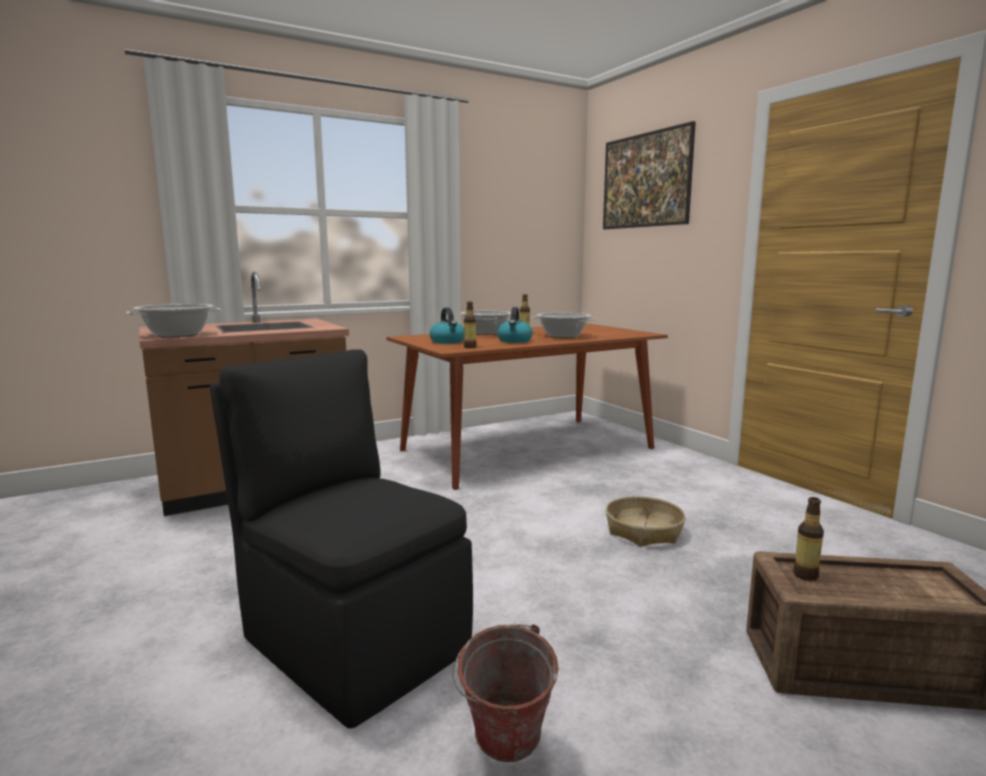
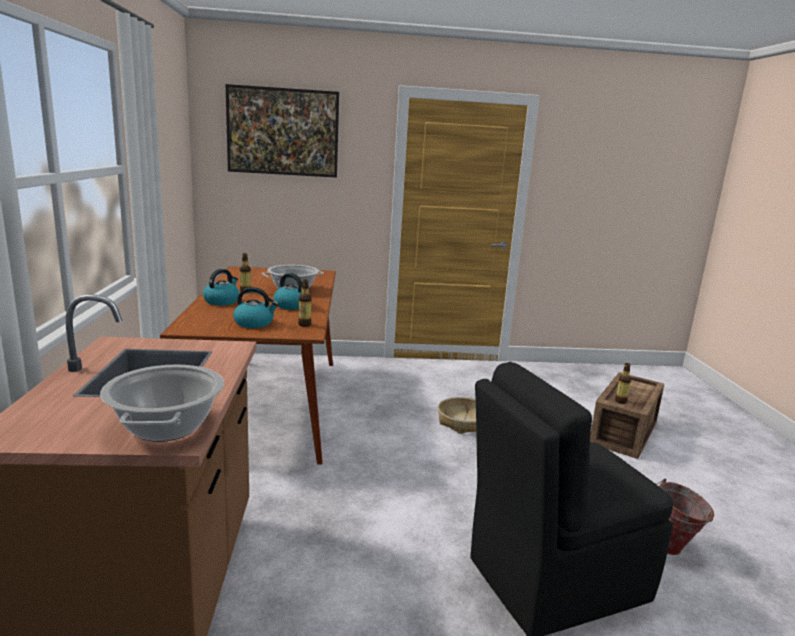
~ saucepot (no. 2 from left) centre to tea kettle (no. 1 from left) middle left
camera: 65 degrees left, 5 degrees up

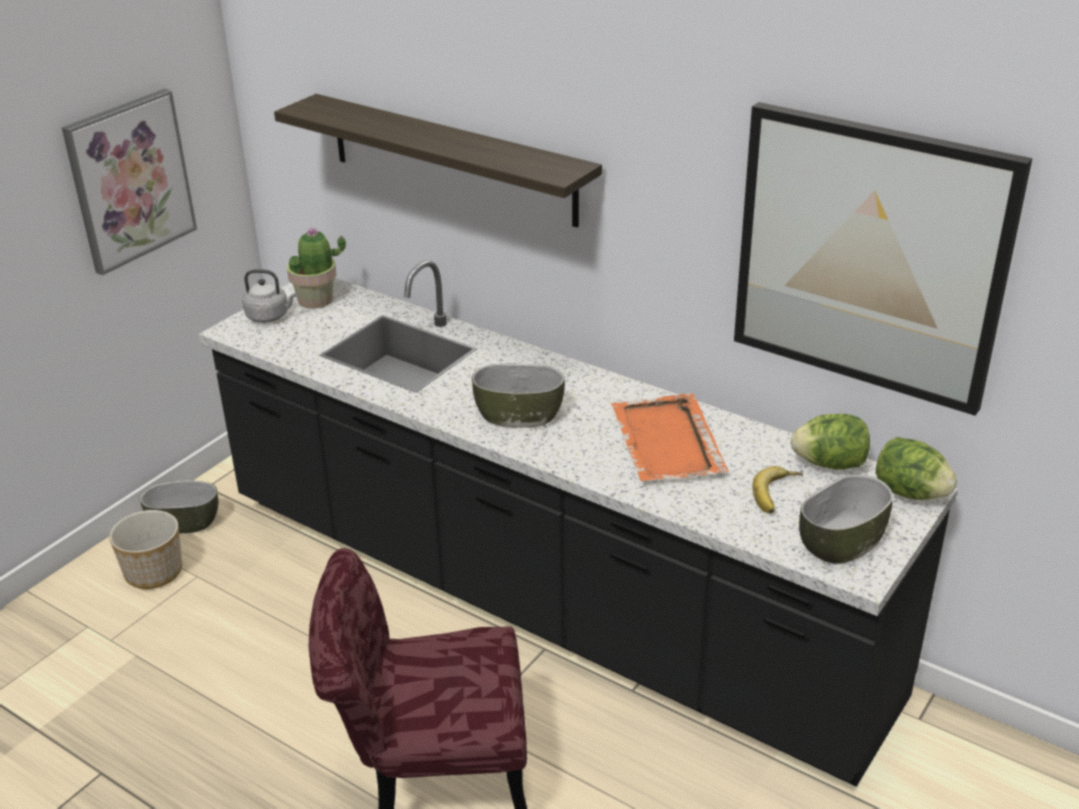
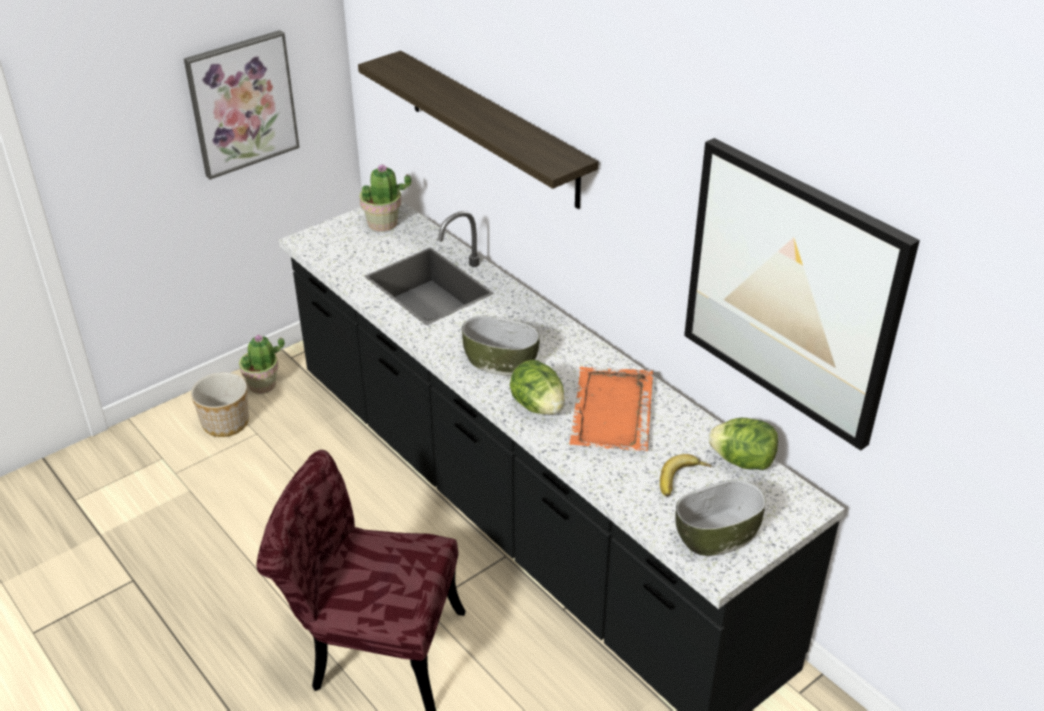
~ deep dish (no. 1 from left) middle left to potted plant (no. 1 from left) middle left
- grey tea kettle middle left
~ lettuce (no. 2 from left in the first image) middle right to lettuce (no. 1 from left) centre
camera: 15 degrees right, 5 degrees up

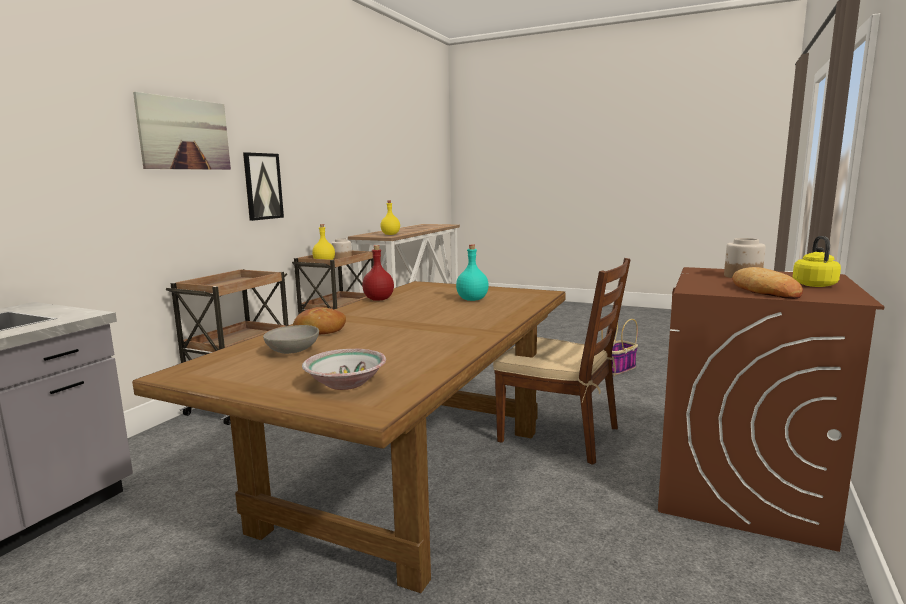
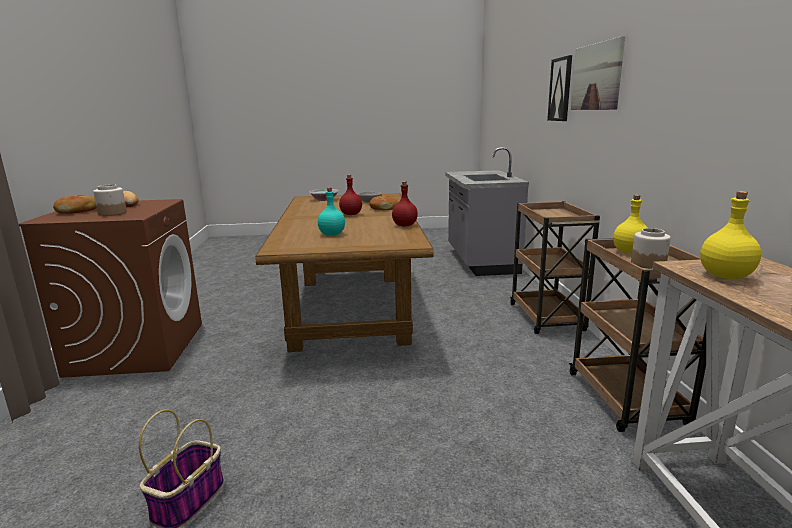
~ wall art (no. 2 from left in the first image) top left to wall art (no. 1 from left) top right
- brown upright chair centre
~ yellow tea kettle middle right to bakery bread (no. 1 from left) middle left
+ red bottle (no. 1 from left) centre
camera: 150 degrees right, 5 degrees up

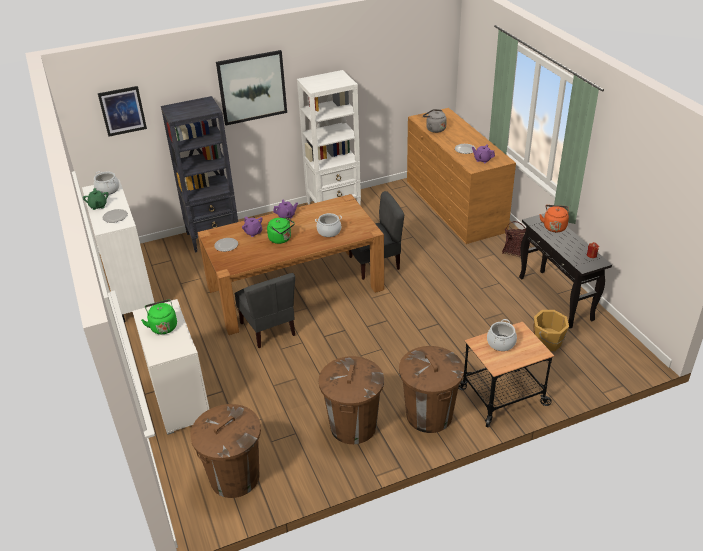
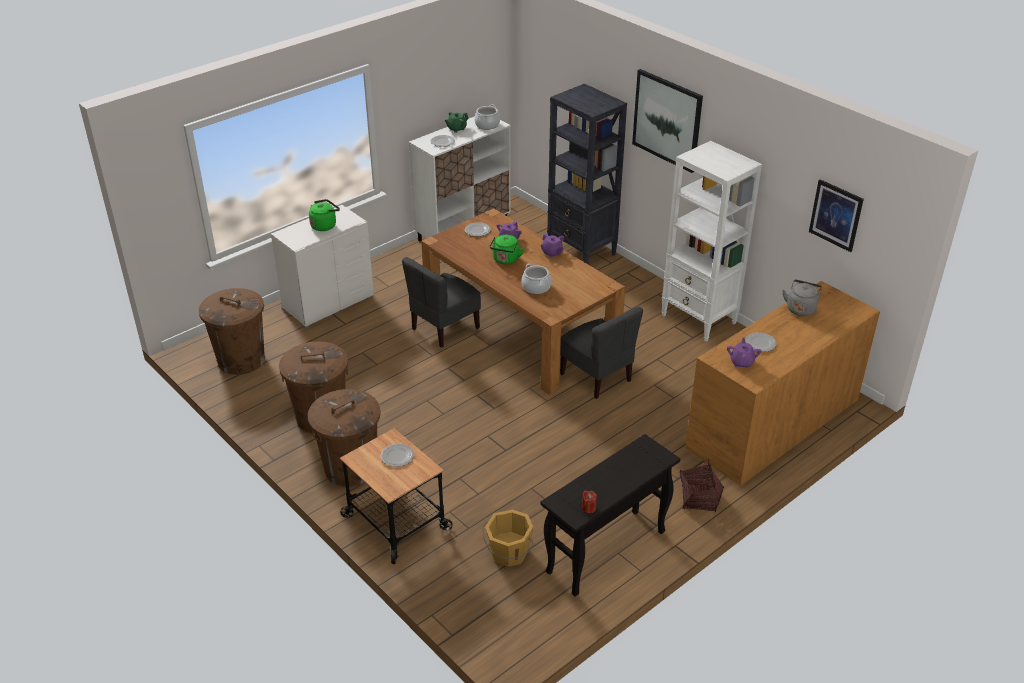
~ wall art (no. 1 from left in the first image) top left to wall art (no. 2 from left) top right
~ saucepot (no. 3 from left) middle right to dinner plate (no. 1 from left) centre
- orangey tea kettle middle right
camera: 70 degrees right, 0 degrees up

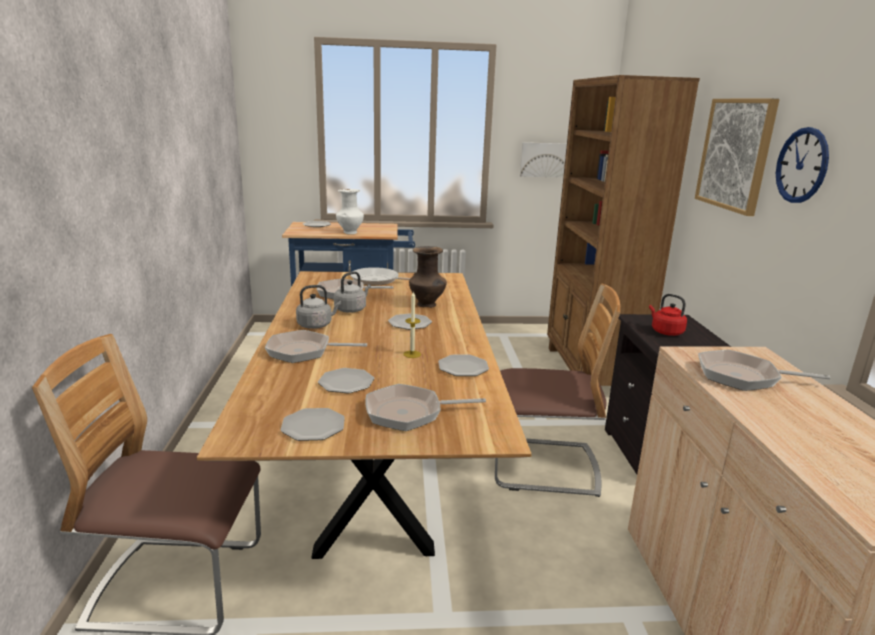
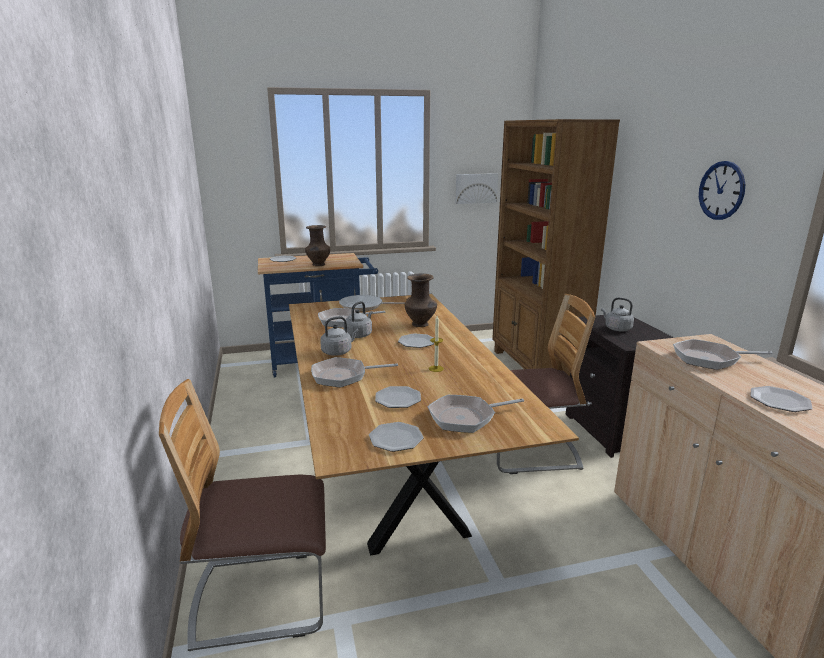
~ white flower vase top centre to brown flower vase (no. 1 from left) centre
~ dinner plate (no. 5 from left) centre to middle right
~ red tea kettle middle right to grey tea kettle (no. 3 from left) middle right
- wall art (no. 2 from left) top right
camera: 10 degrees left, 0 degrees up

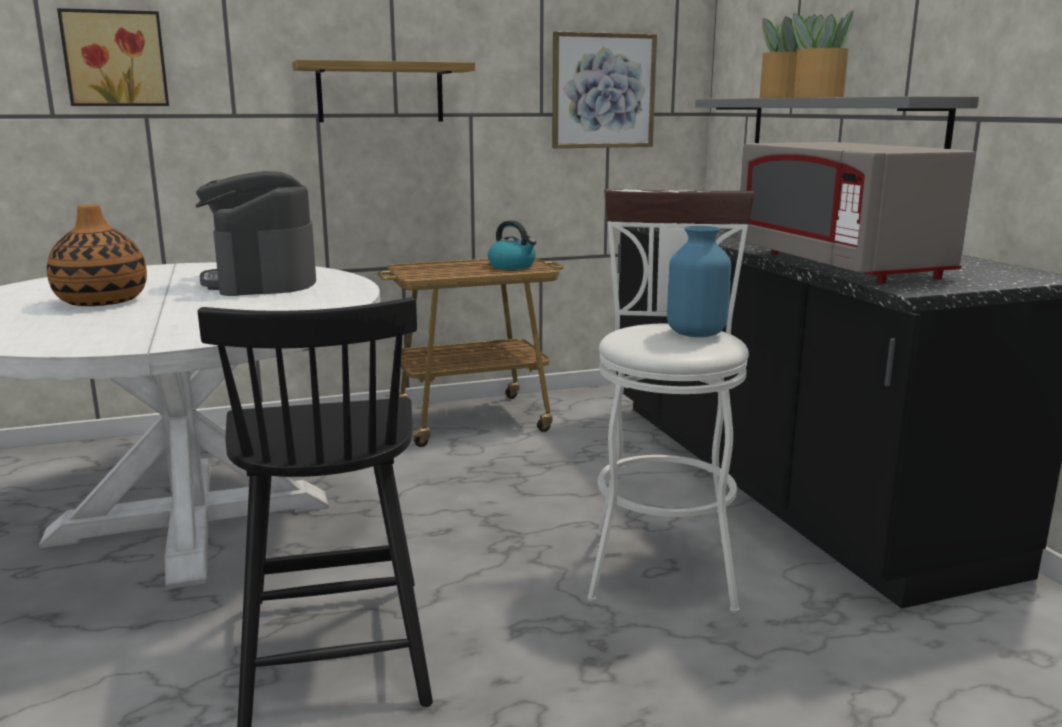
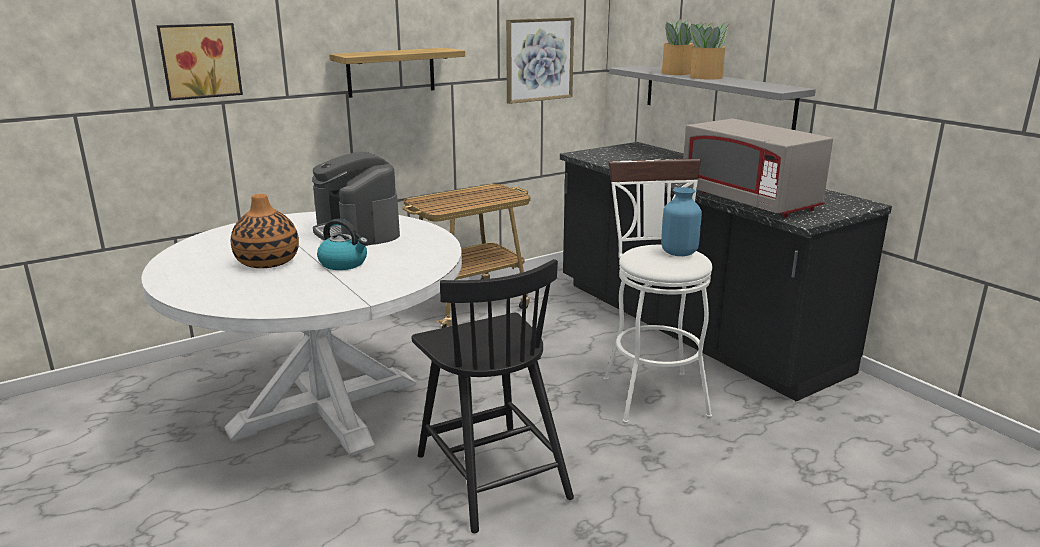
~ tea kettle centre to middle left
camera: 15 degrees left, 5 degrees up

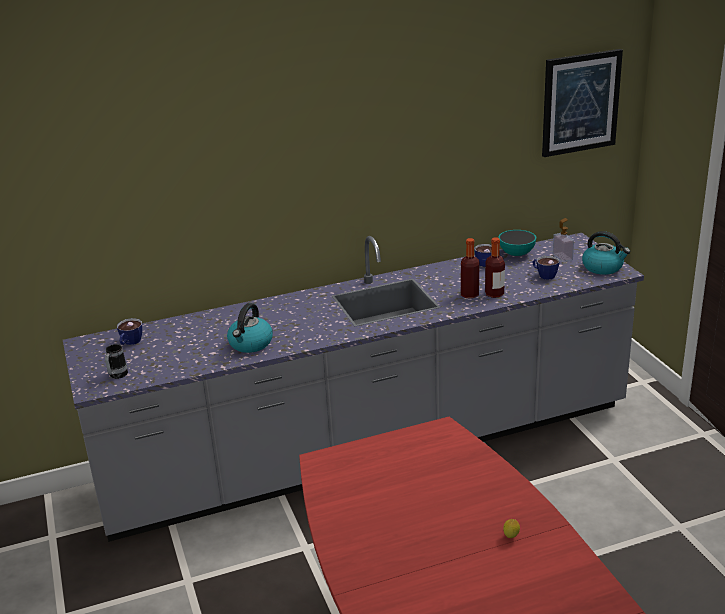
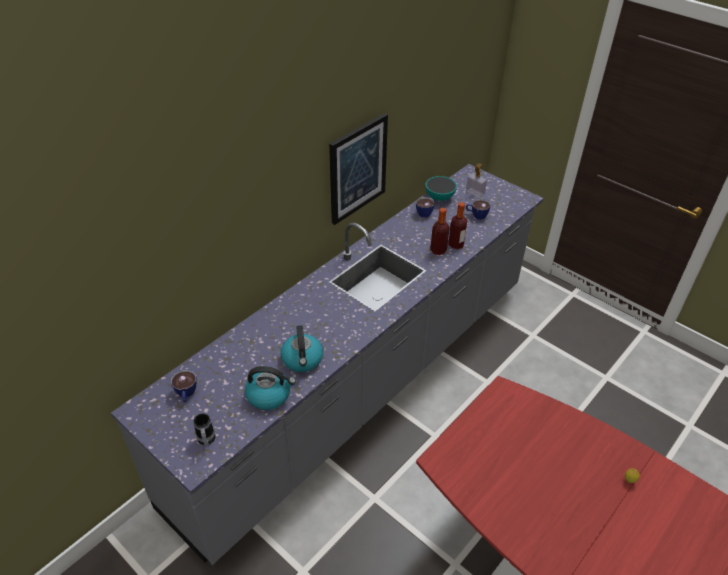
~ wall art top right to top centre
~ tea kettle (no. 2 from left in the first image) middle right to tea kettle (no. 1 from left) bottom centre
camera: 30 degrees left, 15 degrees up

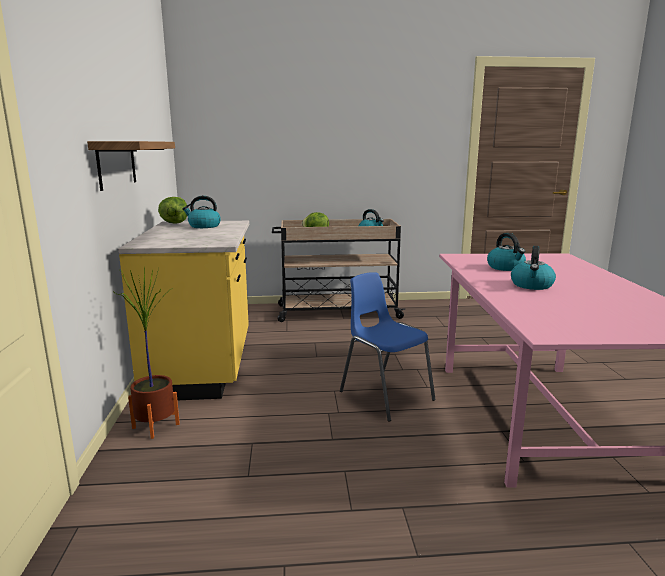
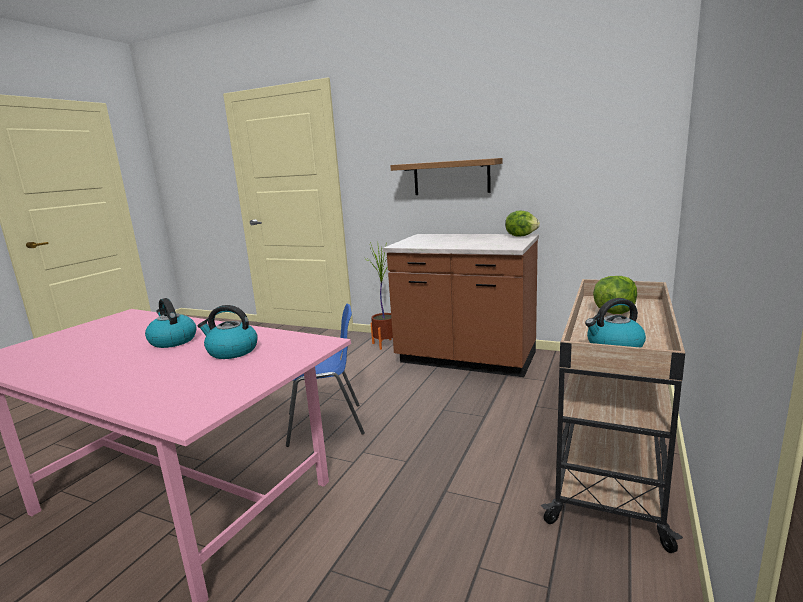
~ yellow kitchen counter middle left to brown kitchen counter centre
- tea kettle (no. 1 from left) middle left
camera: 120 degrees right, 0 degrees up

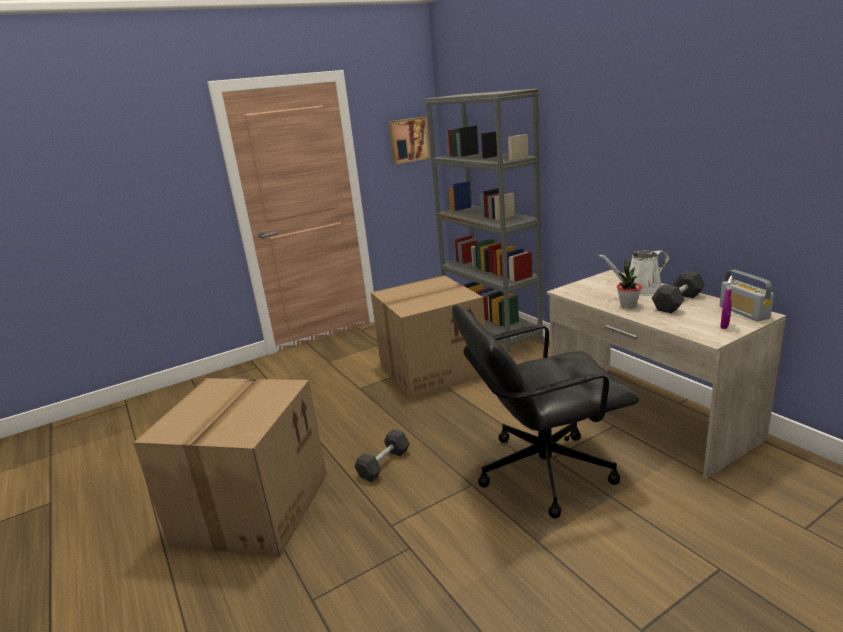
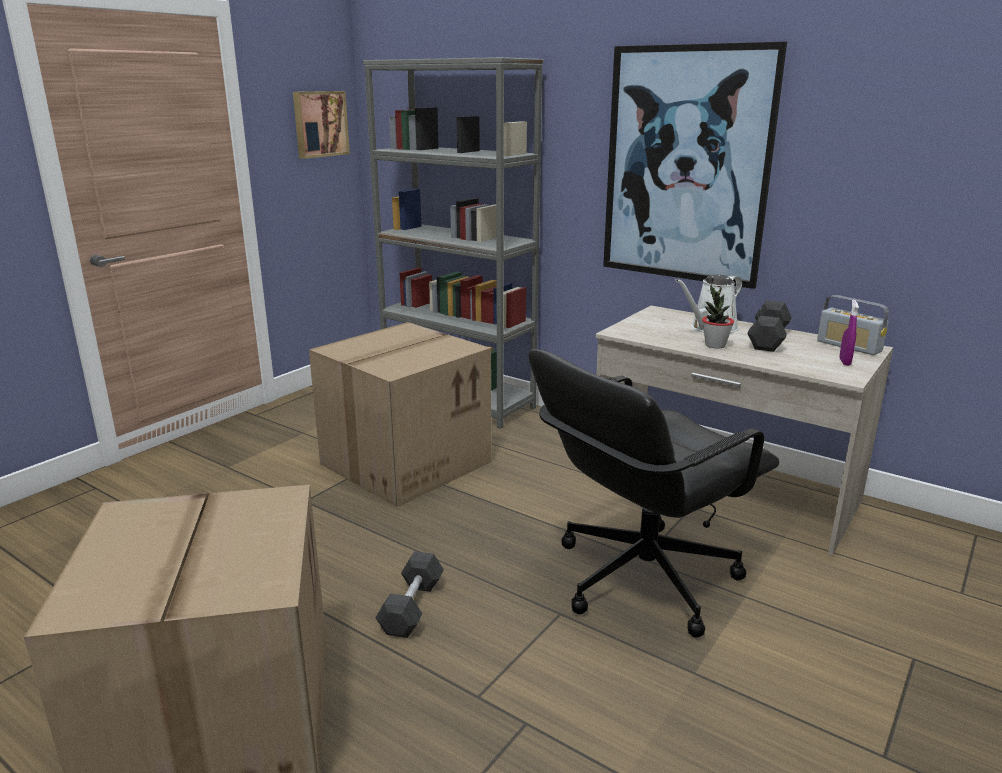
+ wall art (no. 2 from left) top right
camera: 25 degrees left, 0 degrees up

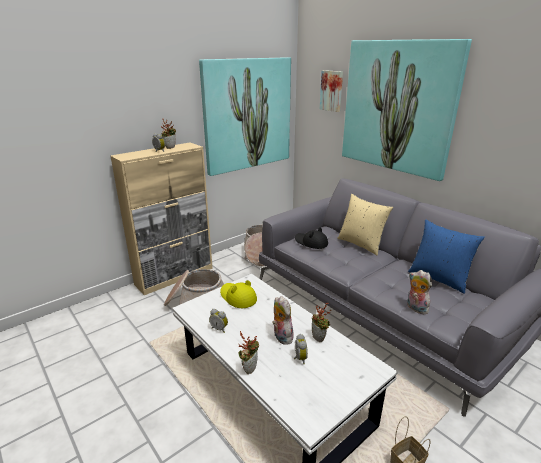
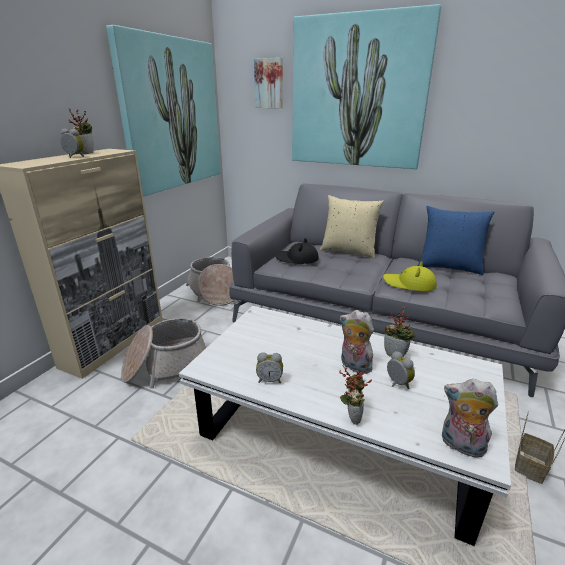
~ yellow hat centre to middle right
~ plush toy (no. 2 from left) middle right to bottom right
camera: 25 degrees left, 0 degrees up

